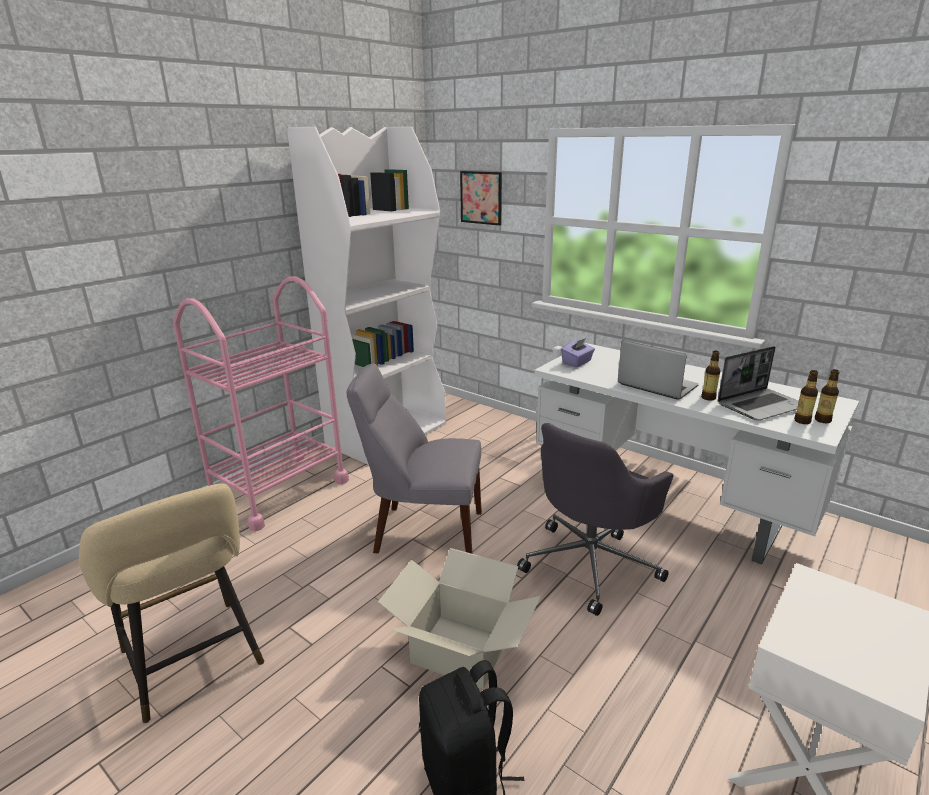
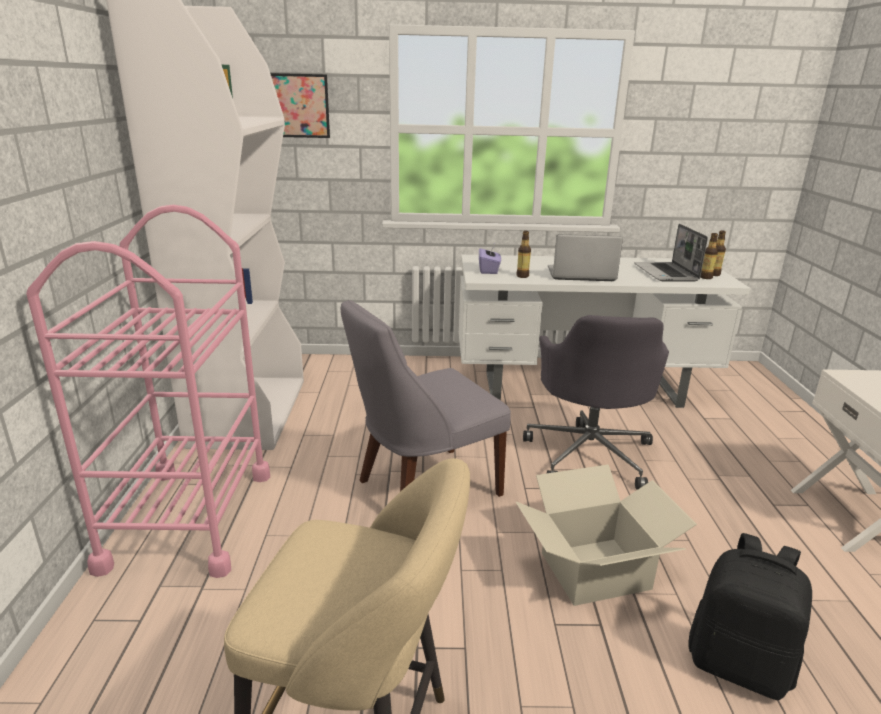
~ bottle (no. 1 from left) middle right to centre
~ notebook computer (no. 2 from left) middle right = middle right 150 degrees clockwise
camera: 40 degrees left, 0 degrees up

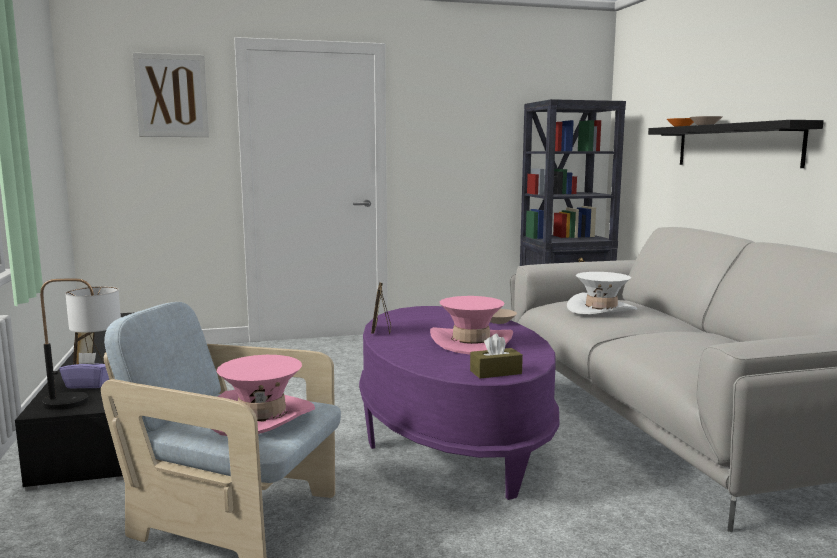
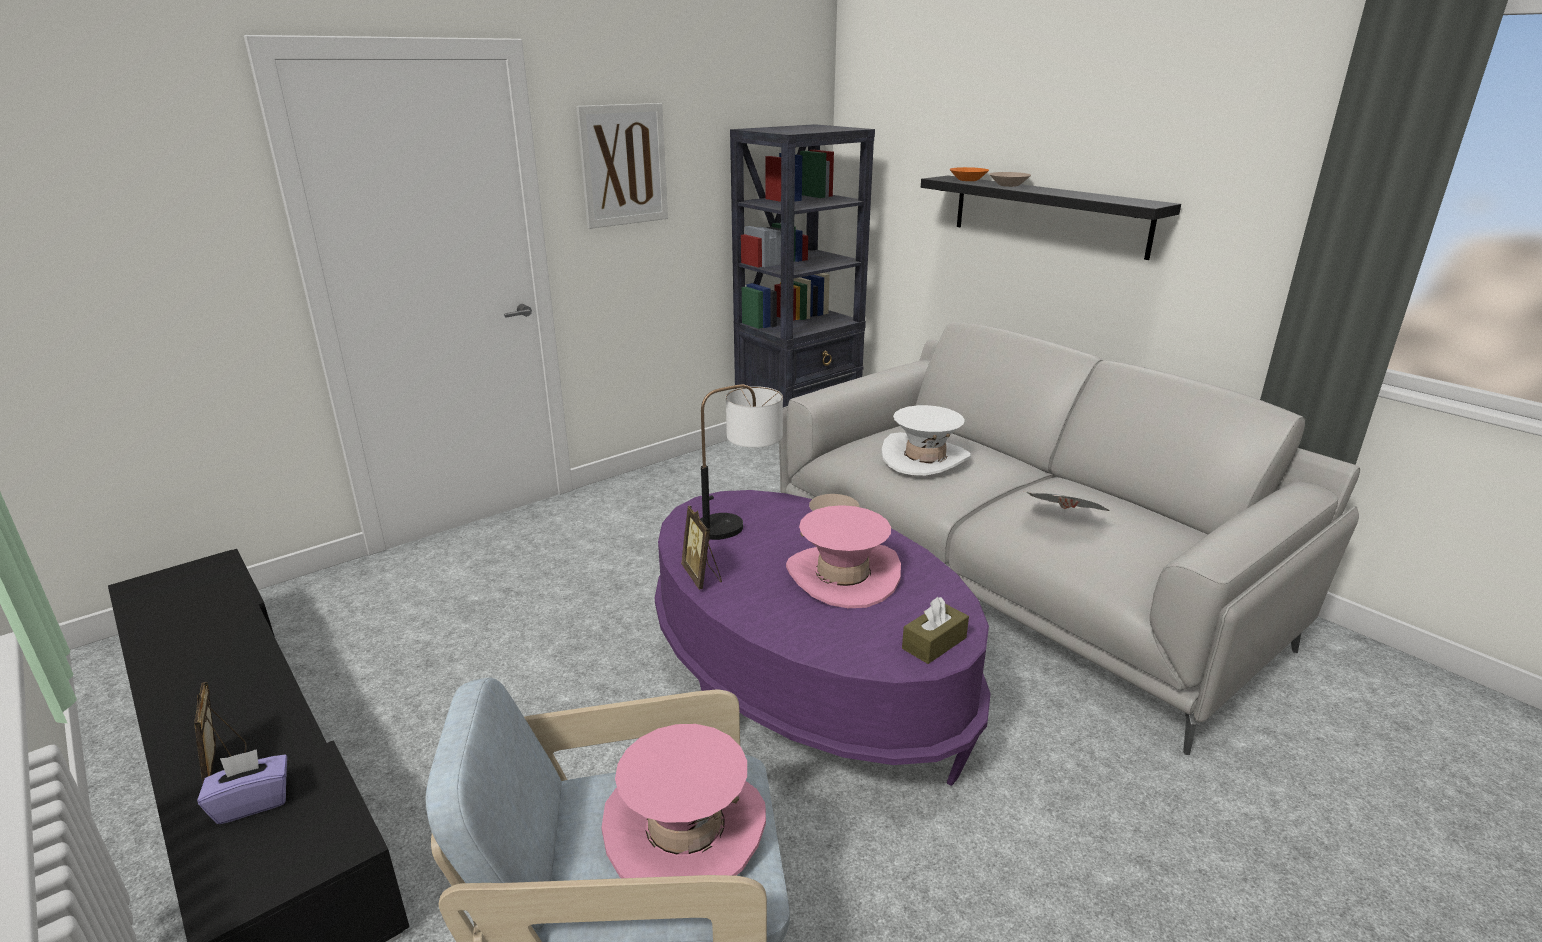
~ table lamp middle left to centre
~ wall art top left to top centre
+ daily paper middle right
camera: 25 degrees left, 15 degrees up

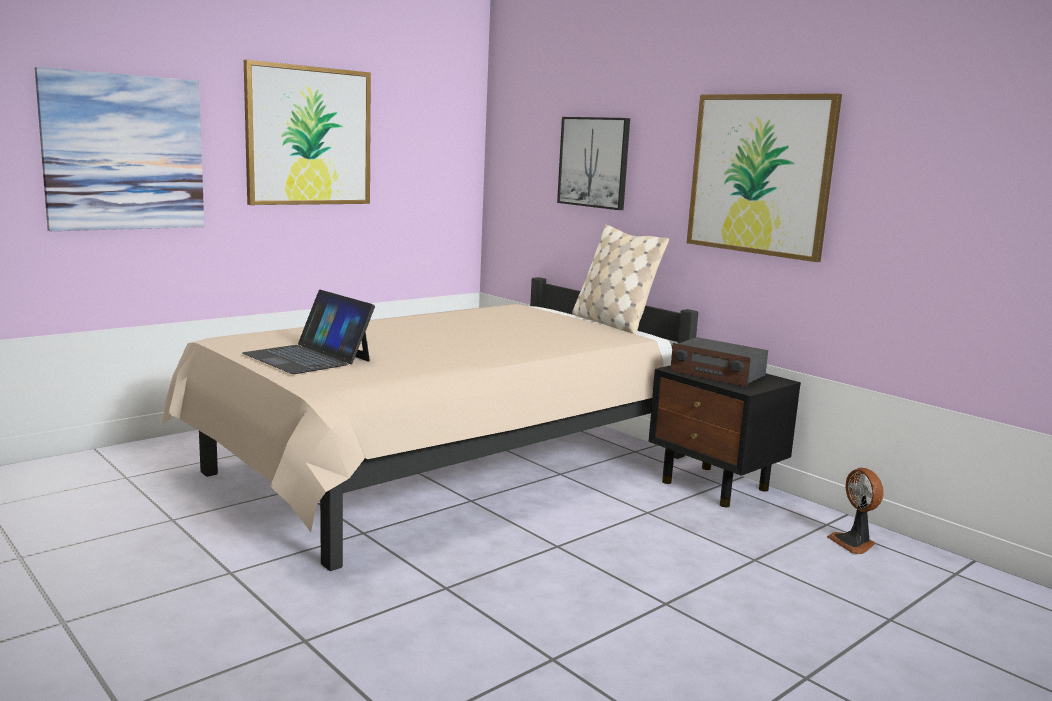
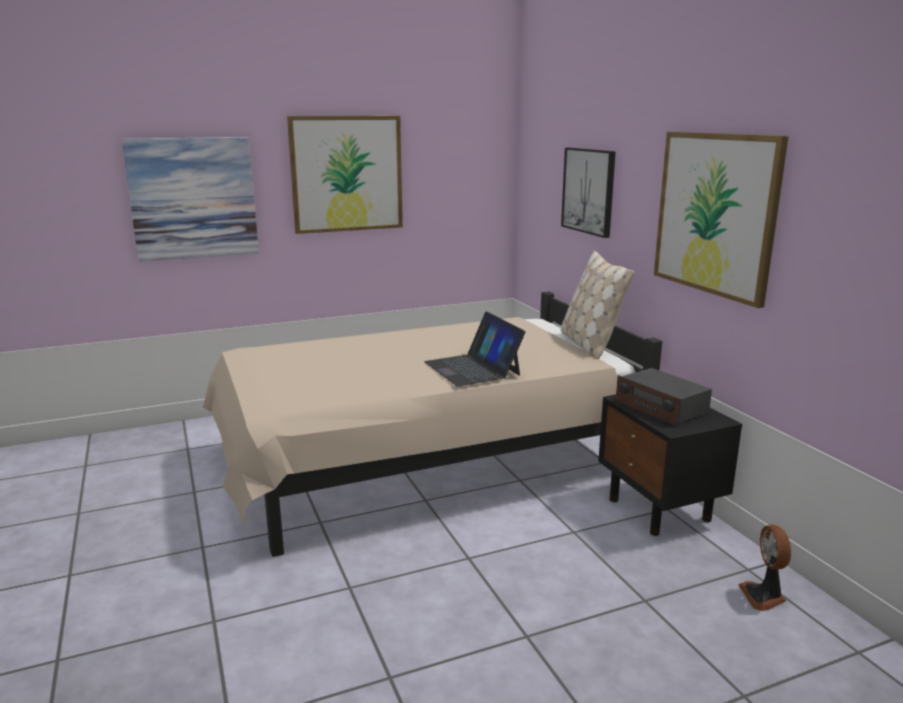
~ notebook computer middle left to centre
camera: 20 degrees right, 5 degrees up

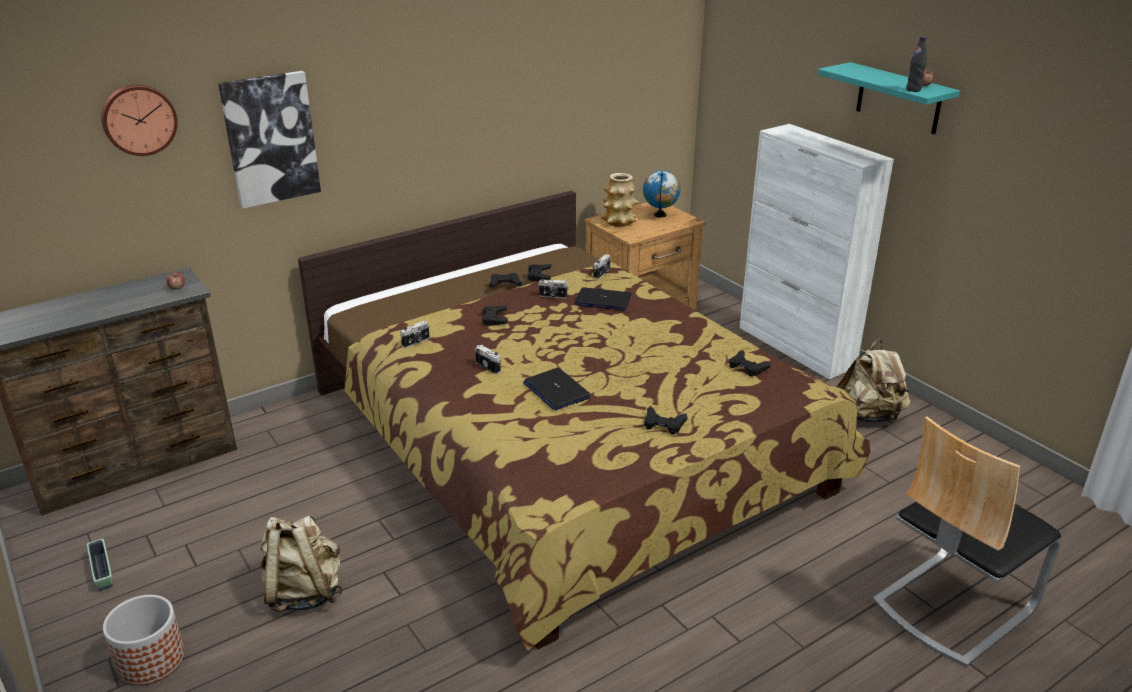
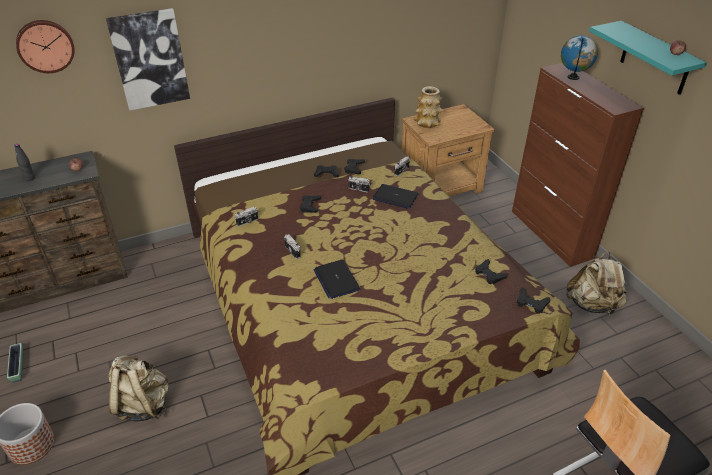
~ globe top centre to top right
~ blackish joypad (no. 4 from left in the first image) centre to blackish joypad (no. 5 from left) middle right
~ white storage cabinet middle right to brown storage cabinet middle right
~ blackish bottle top right to middle left
camera: 10 degrees right, 10 degrees up

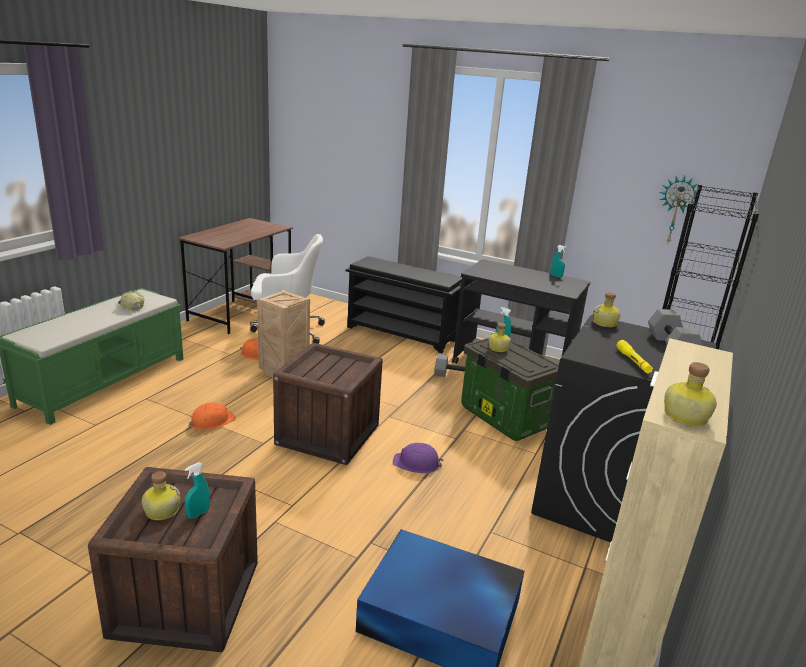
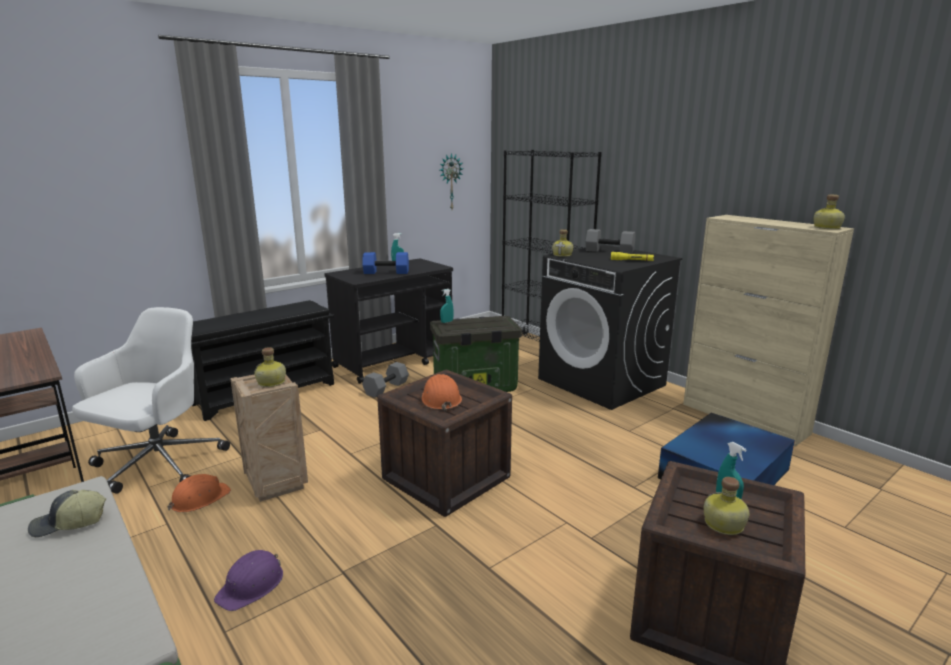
~ orangey work helmet (no. 1 from left in the first image) middle left to orangey work helmet (no. 2 from left) centre
~ purple-coloured work helmet bottom centre to bottom left
~ bottle (no. 2 from left in the first image) centre to bottle (no. 1 from left) middle left
+ blue free weight centre
camera: 65 degrees left, 5 degrees down

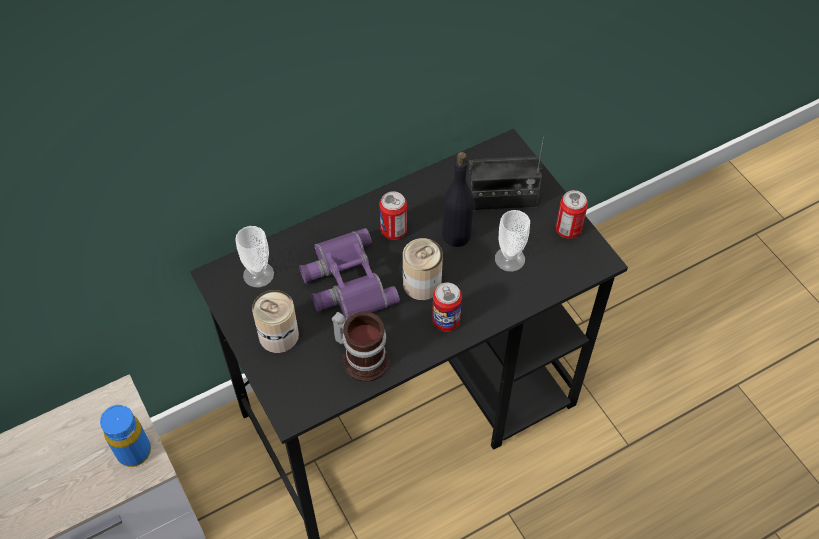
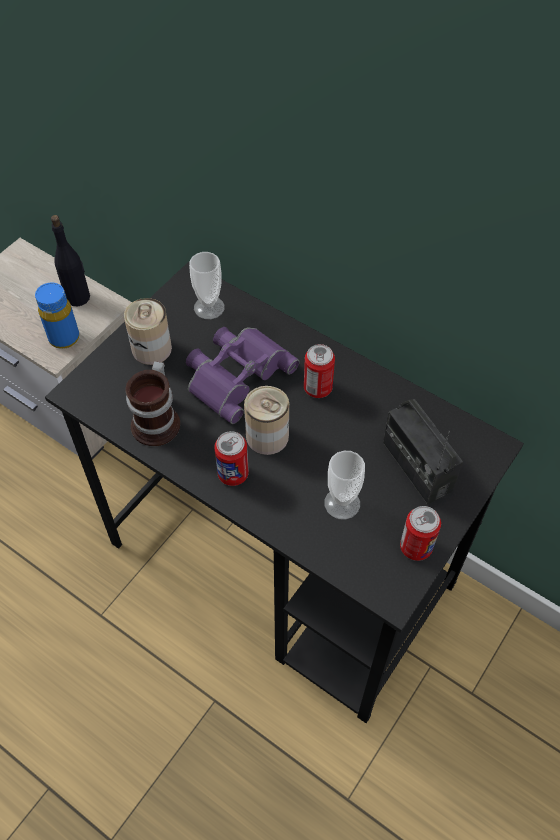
~ blackish bottle centre to top left
camera: 65 degrees right, 0 degrees up

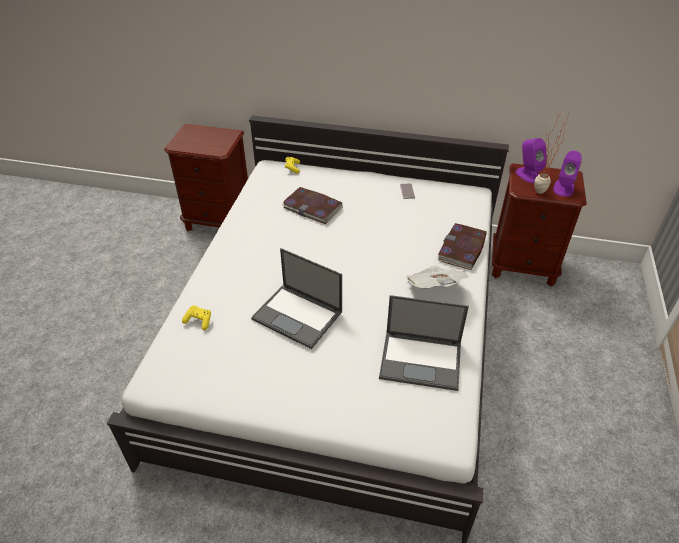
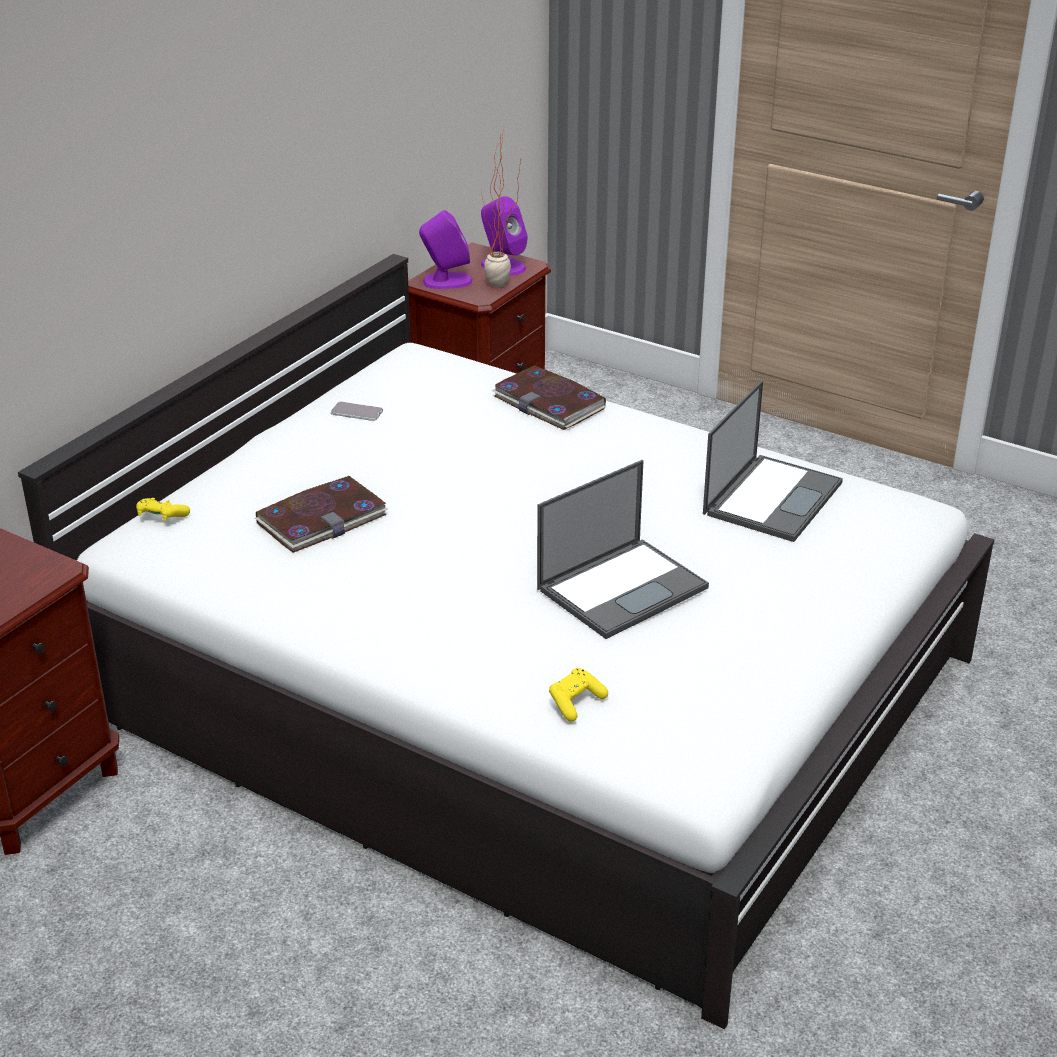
- daily paper centre
camera: 70 degrees left, 10 degrees down

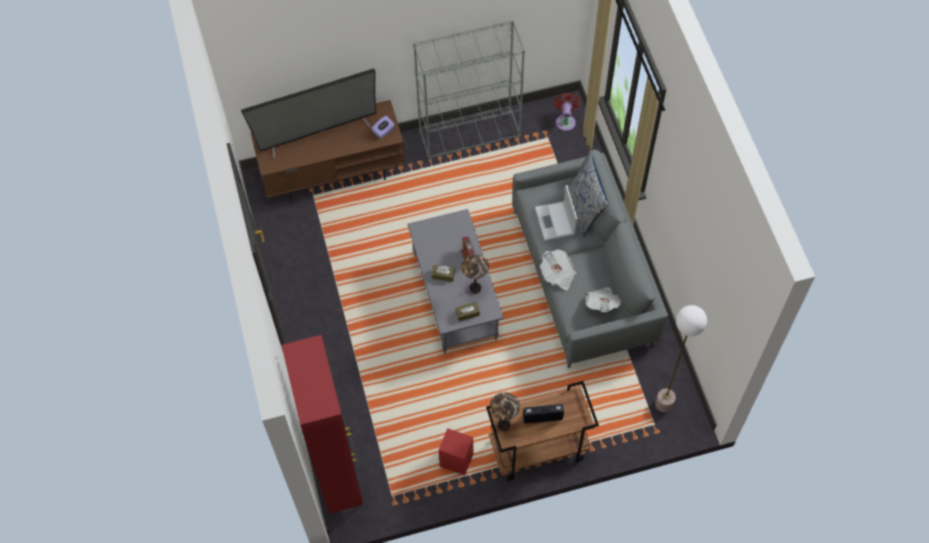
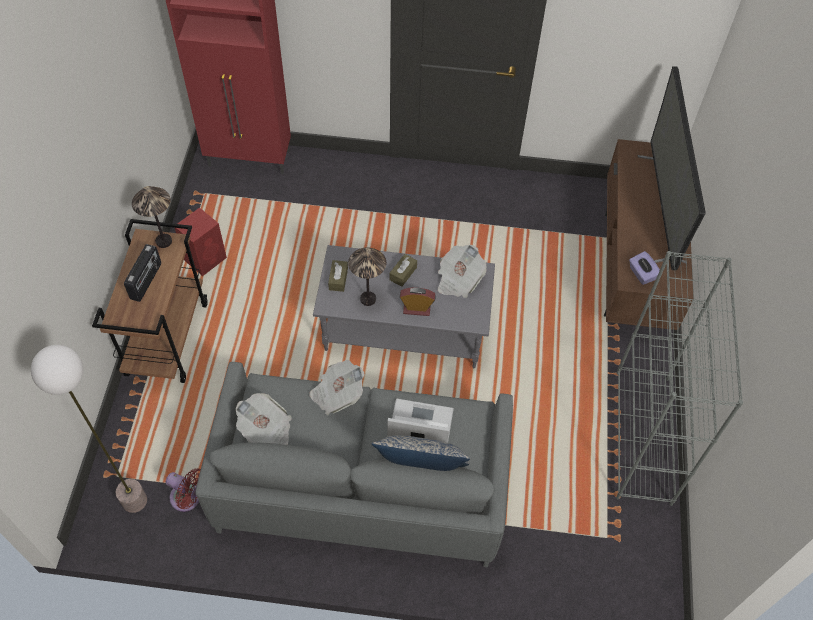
~ red electric fan top centre to bottom left
+ daily paper (no. 3 from left) centre
camera: 110 degrees right, 5 degrees down

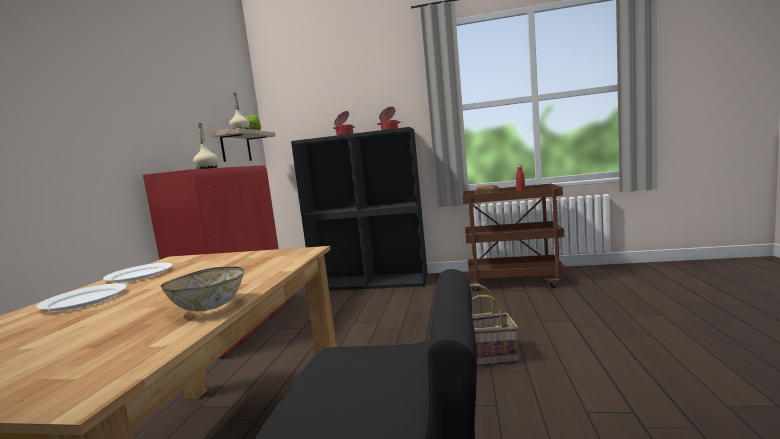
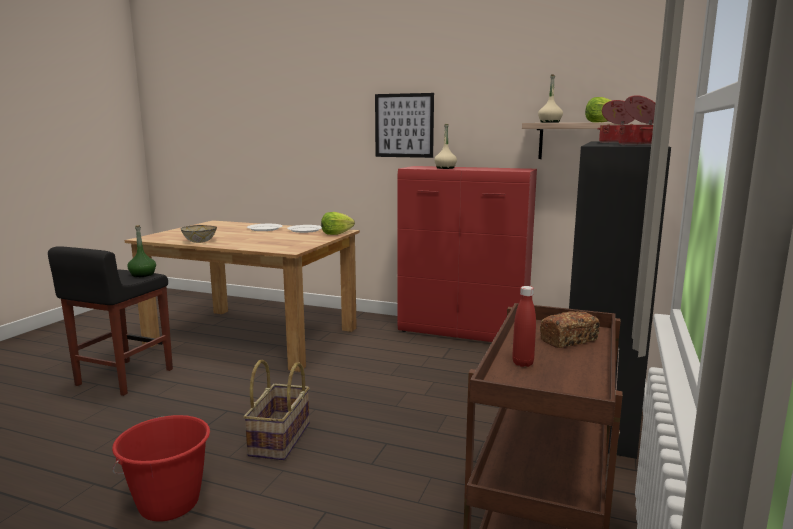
+ red pail bottom left
+ greenish bottle middle left
+ lettuce (no. 1 from left) centre
+ wall art top centre
camera: 100 degrees right, 5 degrees up

